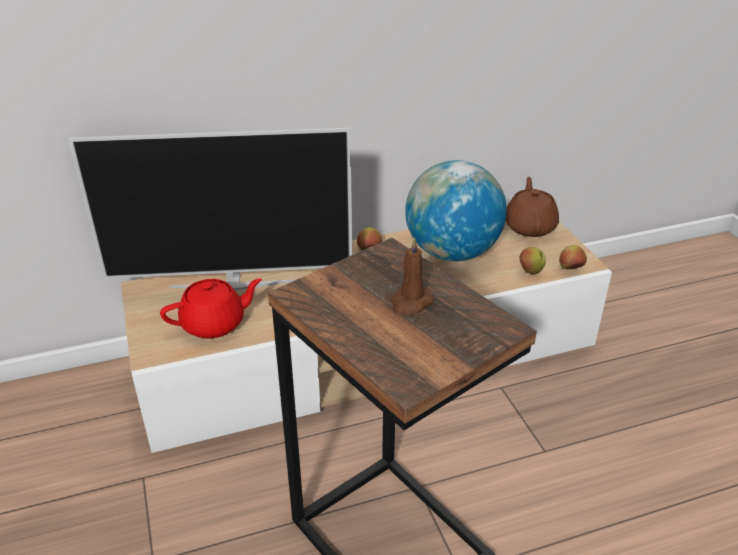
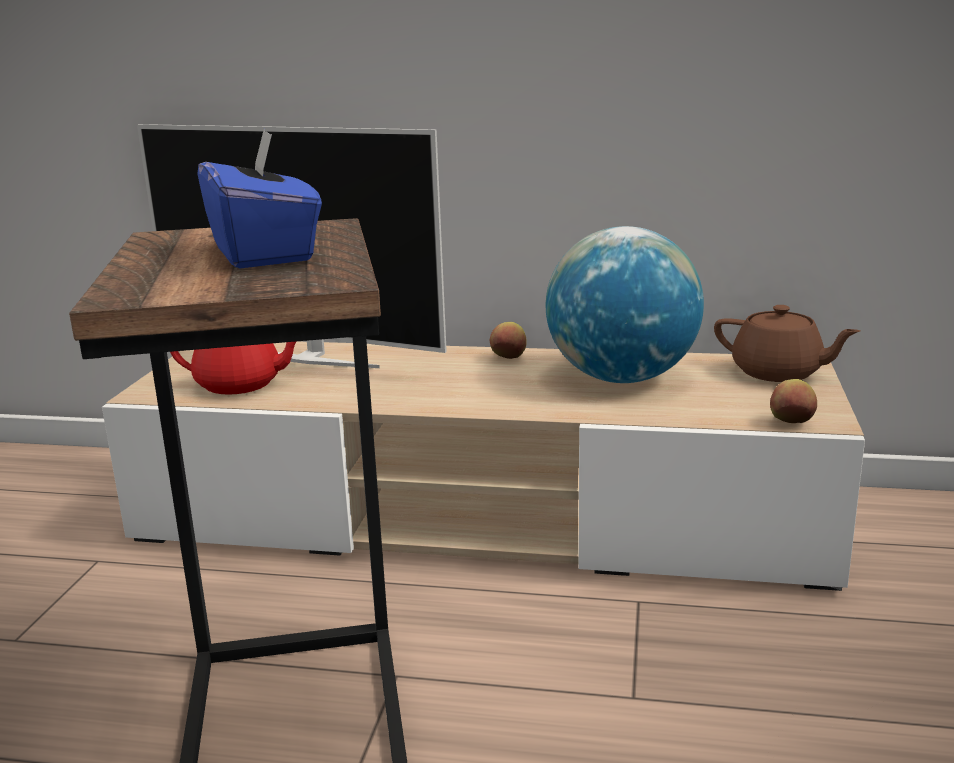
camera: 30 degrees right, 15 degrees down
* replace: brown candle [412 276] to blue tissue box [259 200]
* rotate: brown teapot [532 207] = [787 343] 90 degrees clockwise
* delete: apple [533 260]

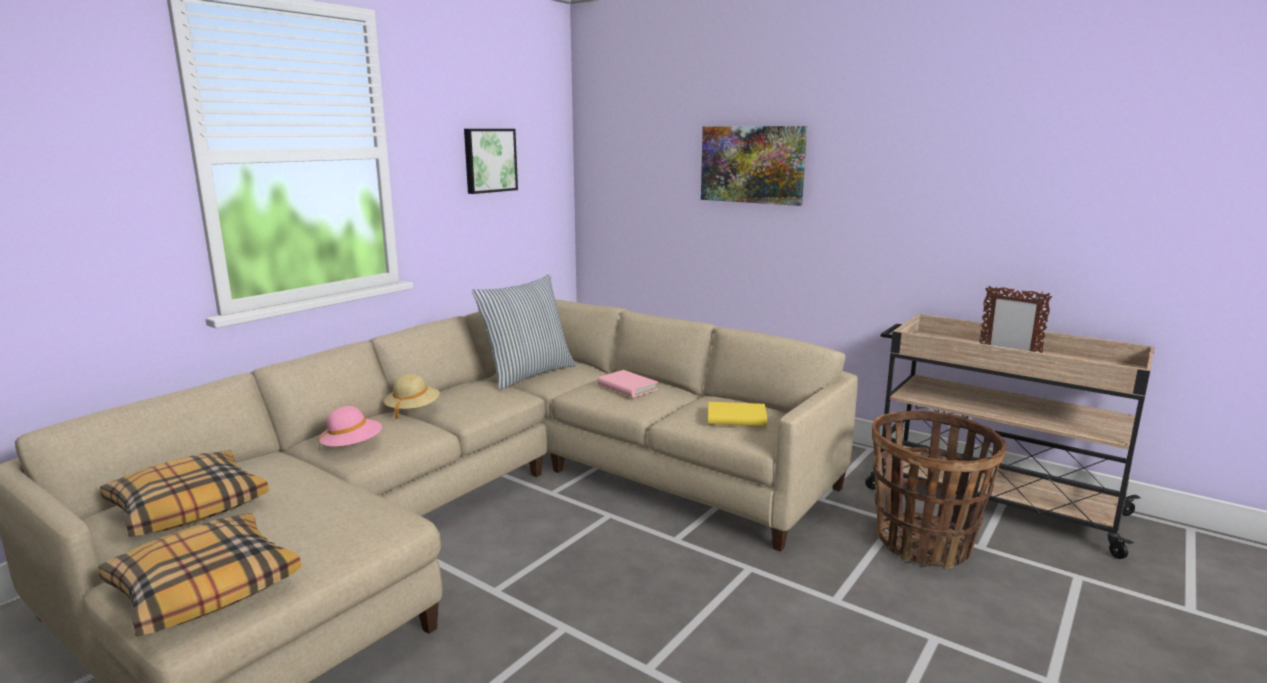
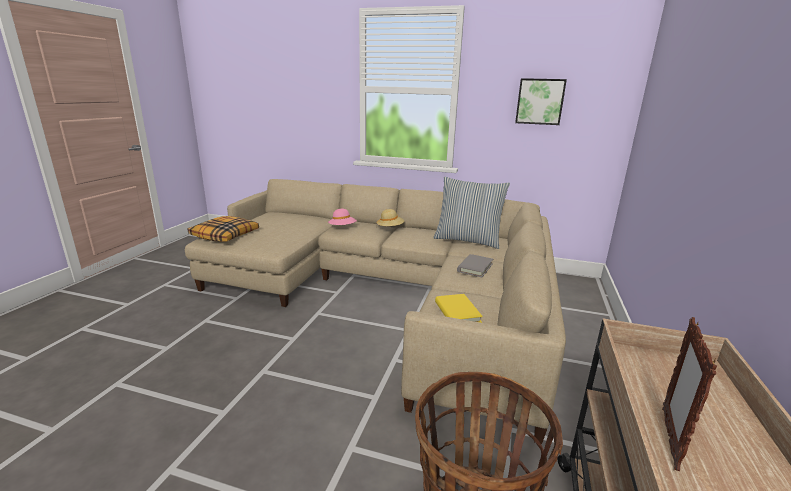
camera: 70 degrees right, 5 degrees up
* recolor: pink book [627 383] to grey book [475 265]
* delete: pillow [184 493]
* delete: picture [754 166]

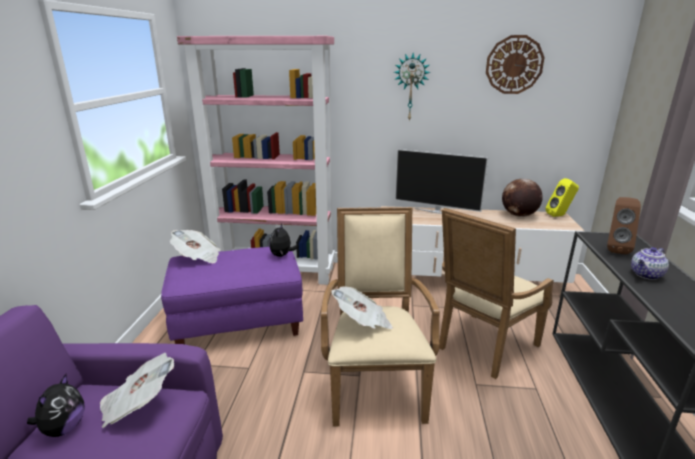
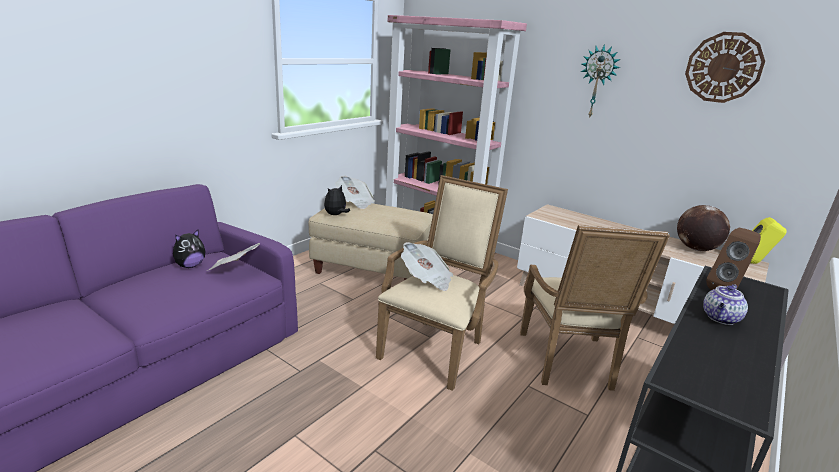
camera: 30 degrees right, 0 degrees up
* recolor: purple ottoman [232 295] to beige ottoman [370 240]
* move: plush toy [283 240] to [337 200]
* rotate: beige armchair [496 293] = [595 308] 75 degrees counterclockwise
* rotate: teapot [650 263] = [725 304] 45 degrees counterclockwise
* delete: television [441 181]

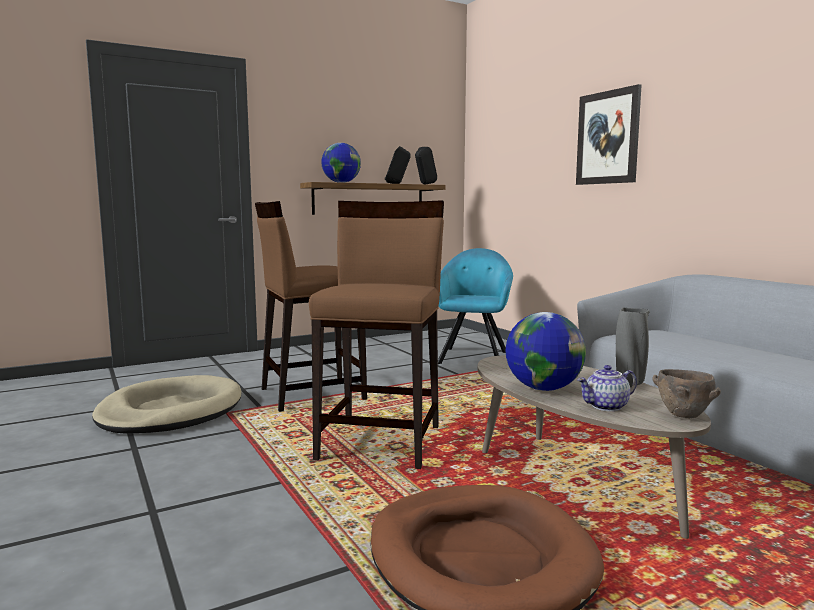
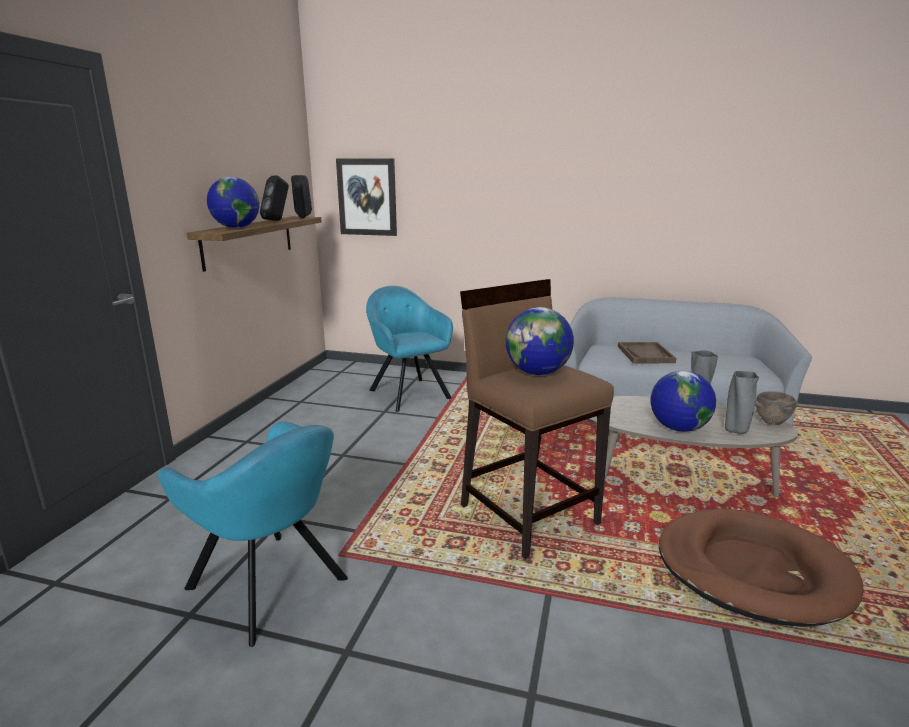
camera: 45 degrees left, 10 degrees up
* replace: beige dog bed [167 404] to turquoise armchair [253 534]
* move: picture [609 134] to [366 197]
* insert: globe [539 341]
* insert: brown tray [647 352]
* replace: teapot [607 388] to grey vase [742 402]
* delete: brown stool [311 306]

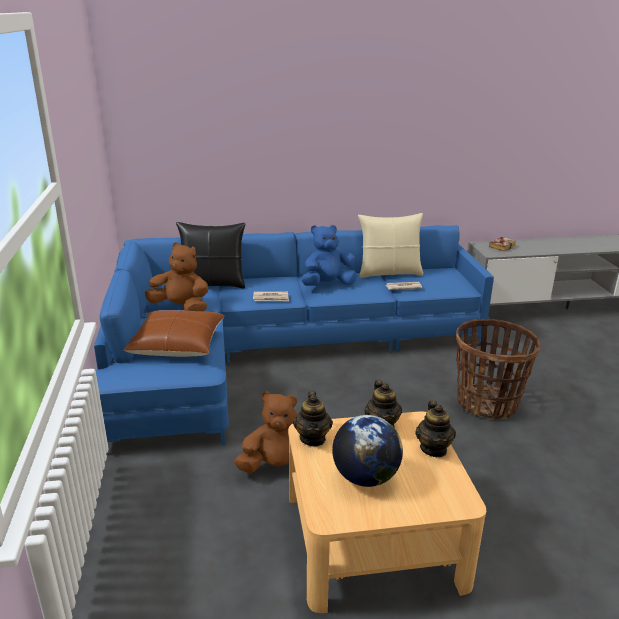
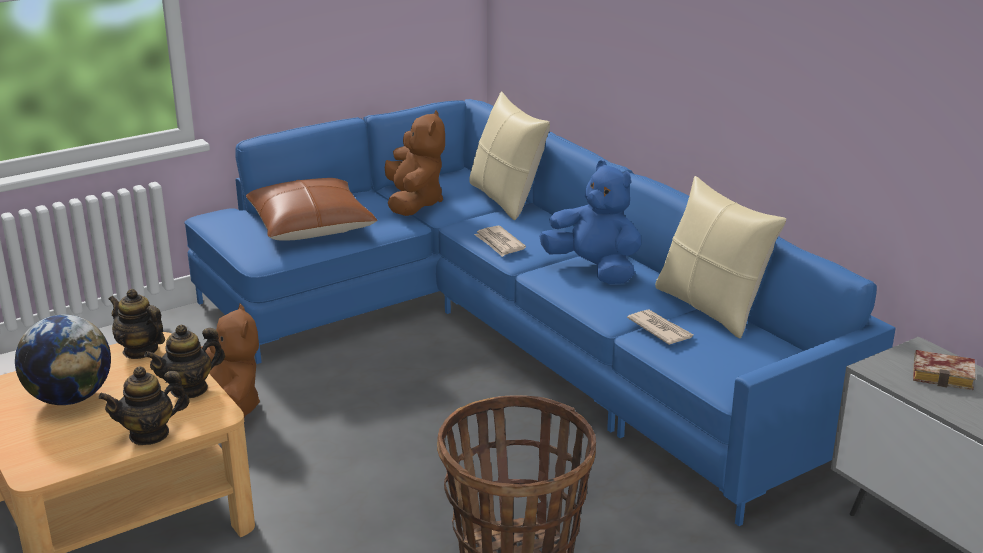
camera: 65 degrees right, 0 degrees up
* rotate: teapot [313 419] = [136 324] 60 degrees clockwise
* recolor: black pillow [210 255] to beige pillow [509 155]

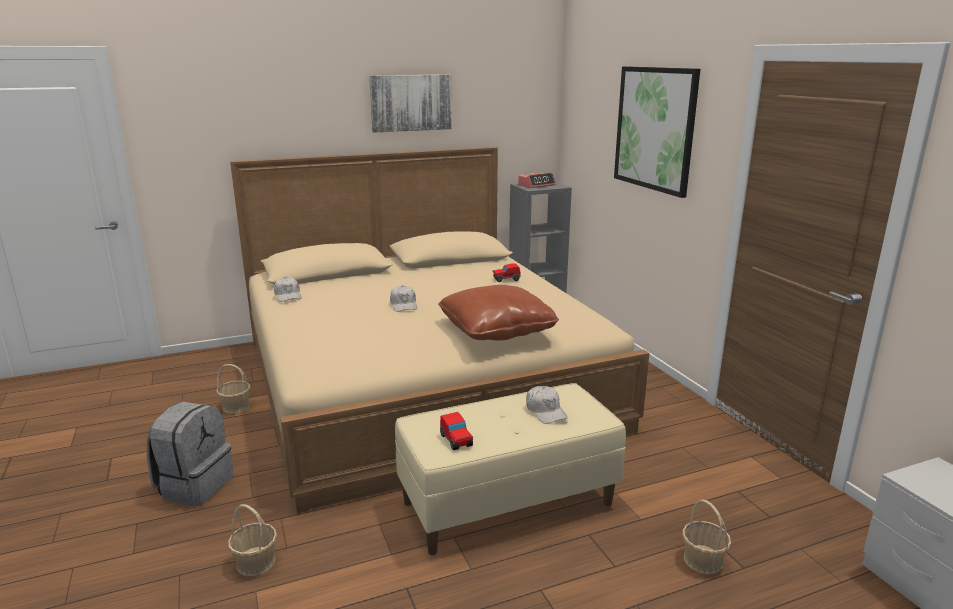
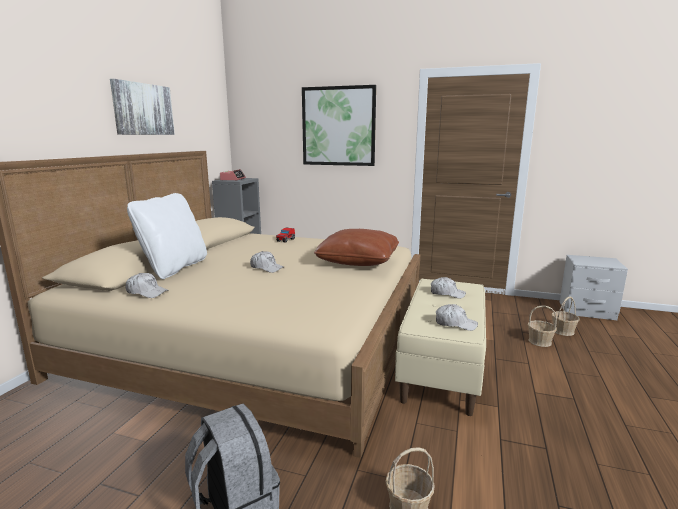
camera: 50 degrees left, 5 degrees down
* insert: white pillow [167 236]
* replace: toy car [456 431] to white cap [457 317]
* move: basket [233 389] to [565 316]

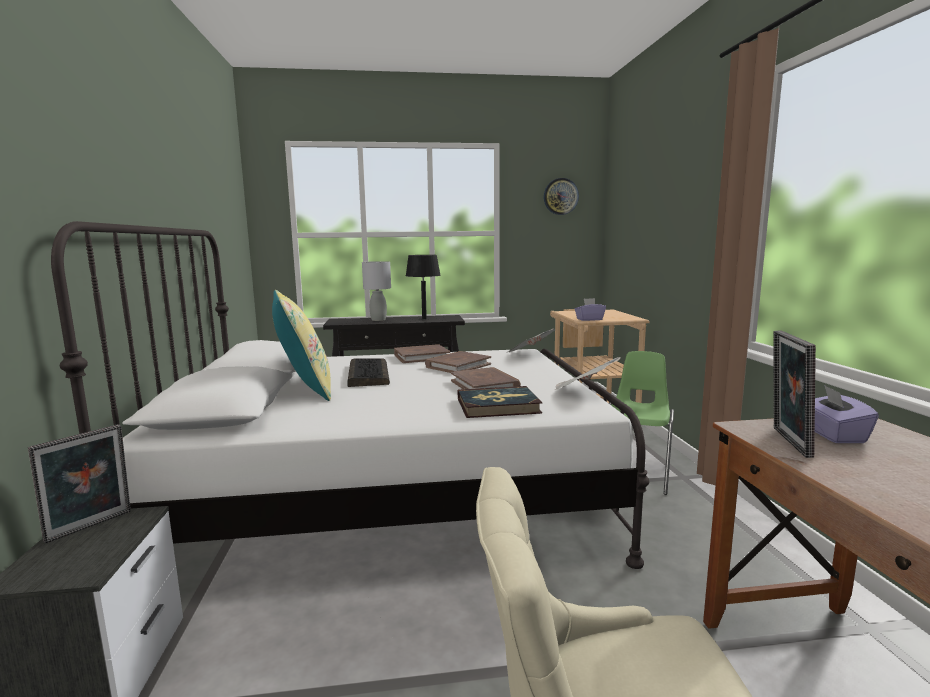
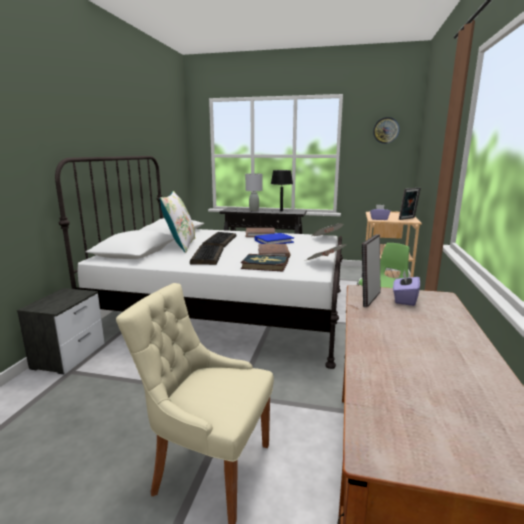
camera: 20 degrees right, 5 degrees up
* recolor: yellow pillow [301 345] to white pillow [177 222]
* insert: keyboard [207 254]
* recolor: brown book [458 362] to blue book [274 238]
* move: picture frame [79 484] to [410 204]

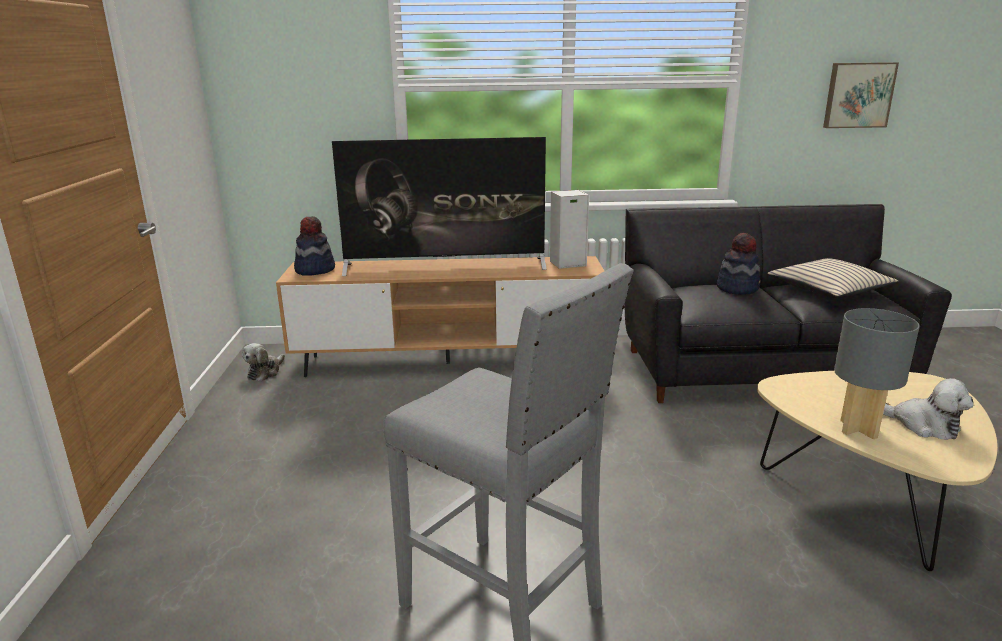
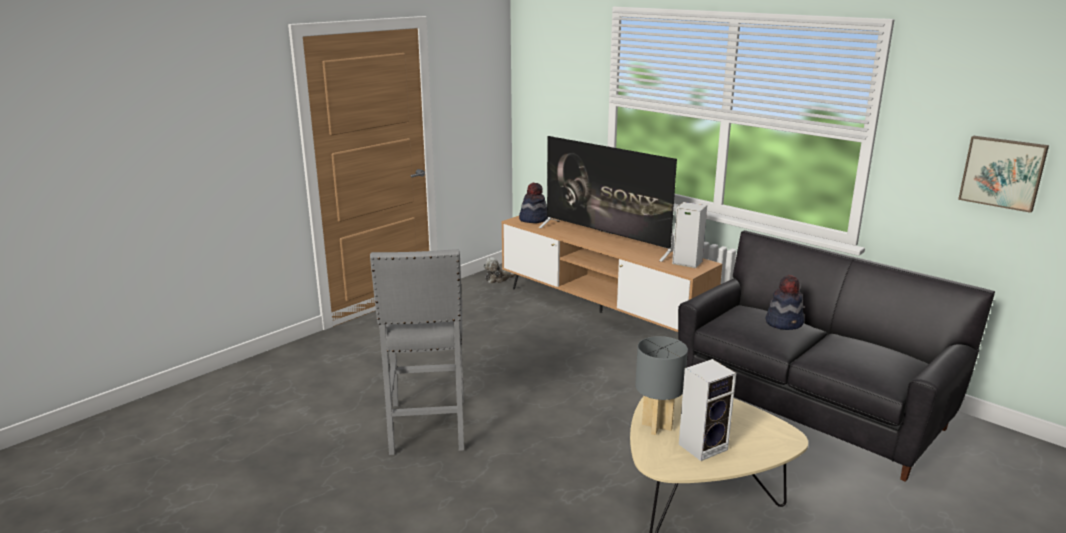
camera: 45 degrees right, 0 degrees up
* replace: plush toy [928 409] to speaker [707 410]
* delete: beige pillow [833 278]

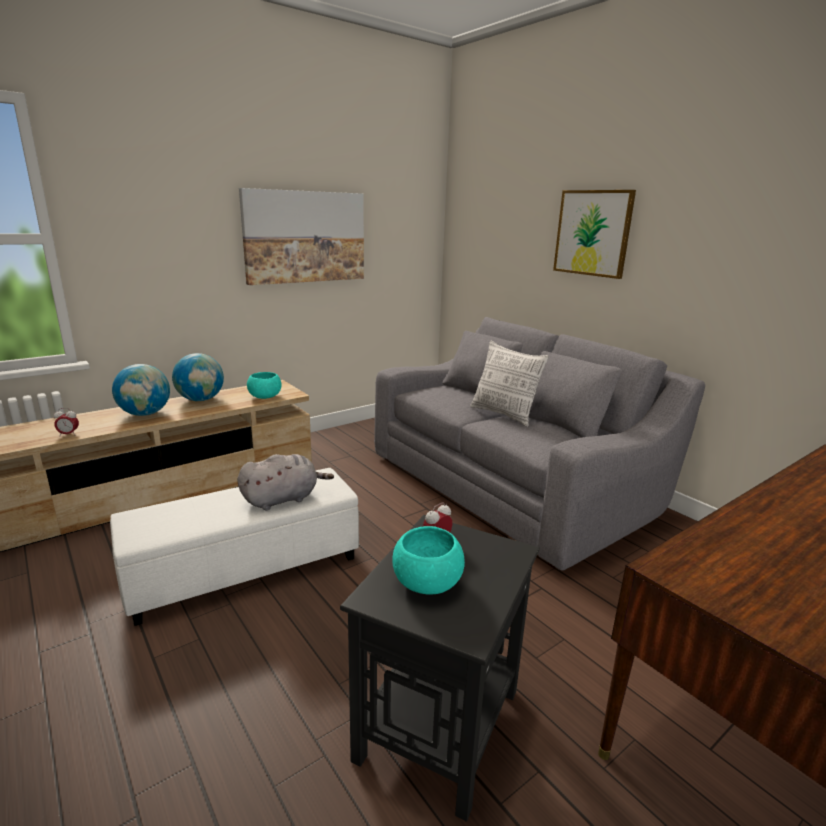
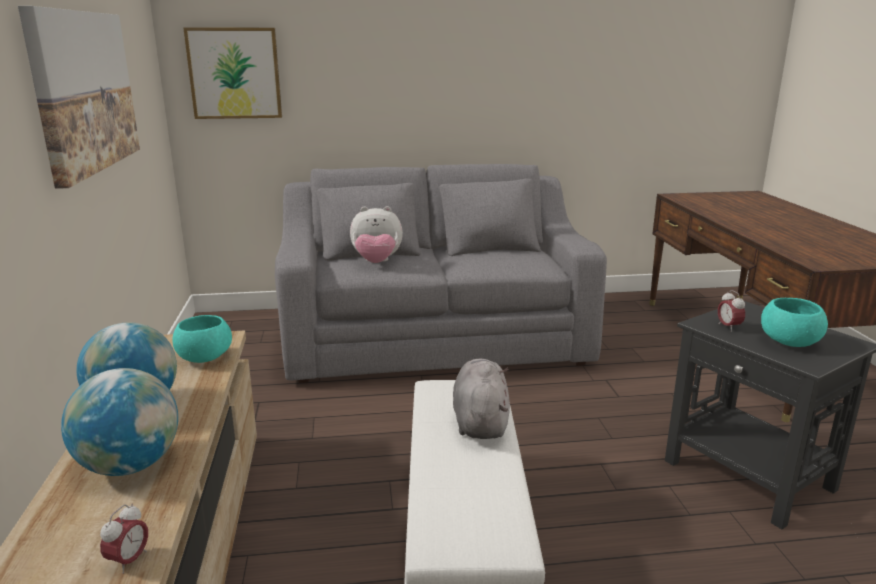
camera: 60 degrees left, 0 degrees up
* move: picture [594 234] to [232 73]
* insert: plush toy [376 234]
* delete: pillow [509 384]

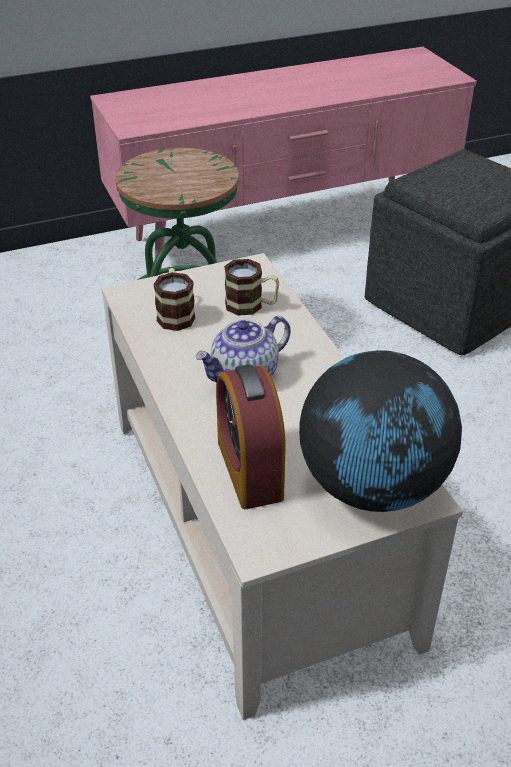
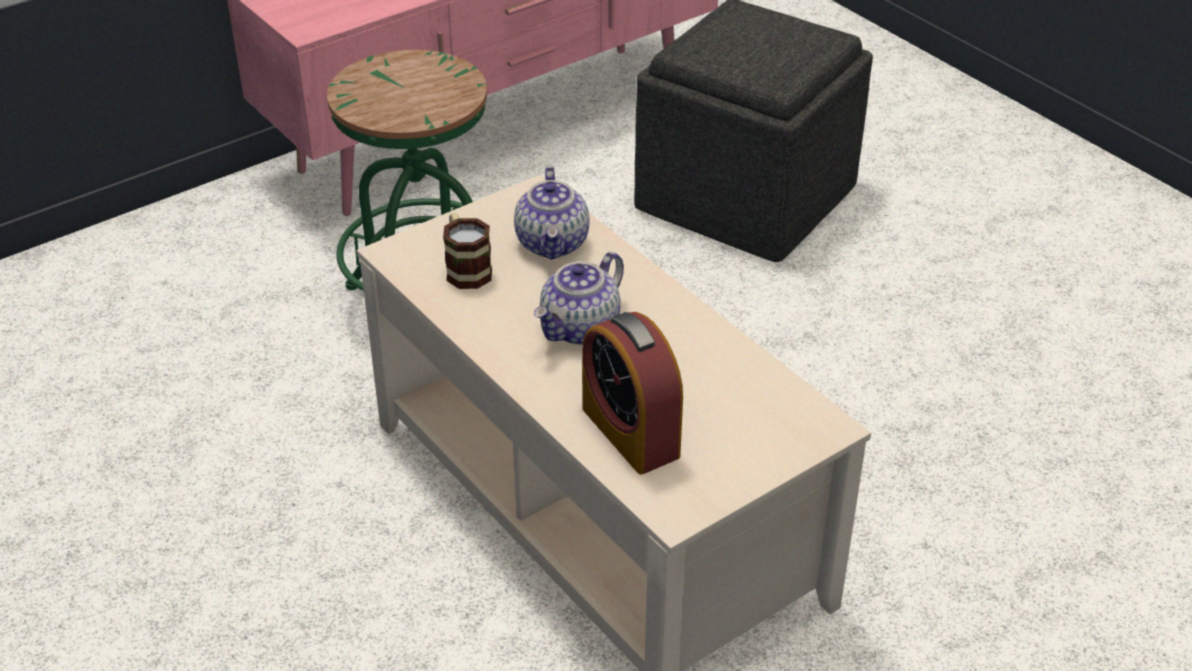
camera: 15 degrees left, 0 degrees up
* replace: mug [251 287] to teapot [552 213]
* delete: globe [380 431]

